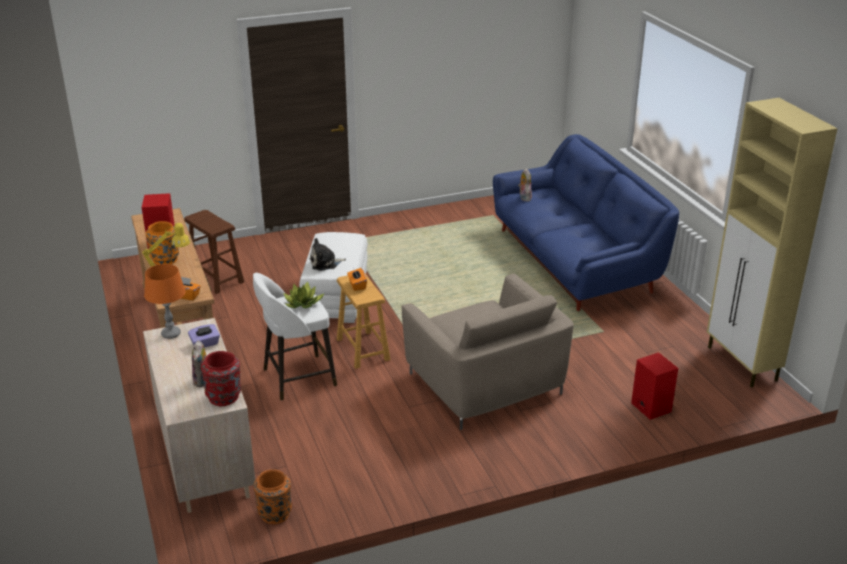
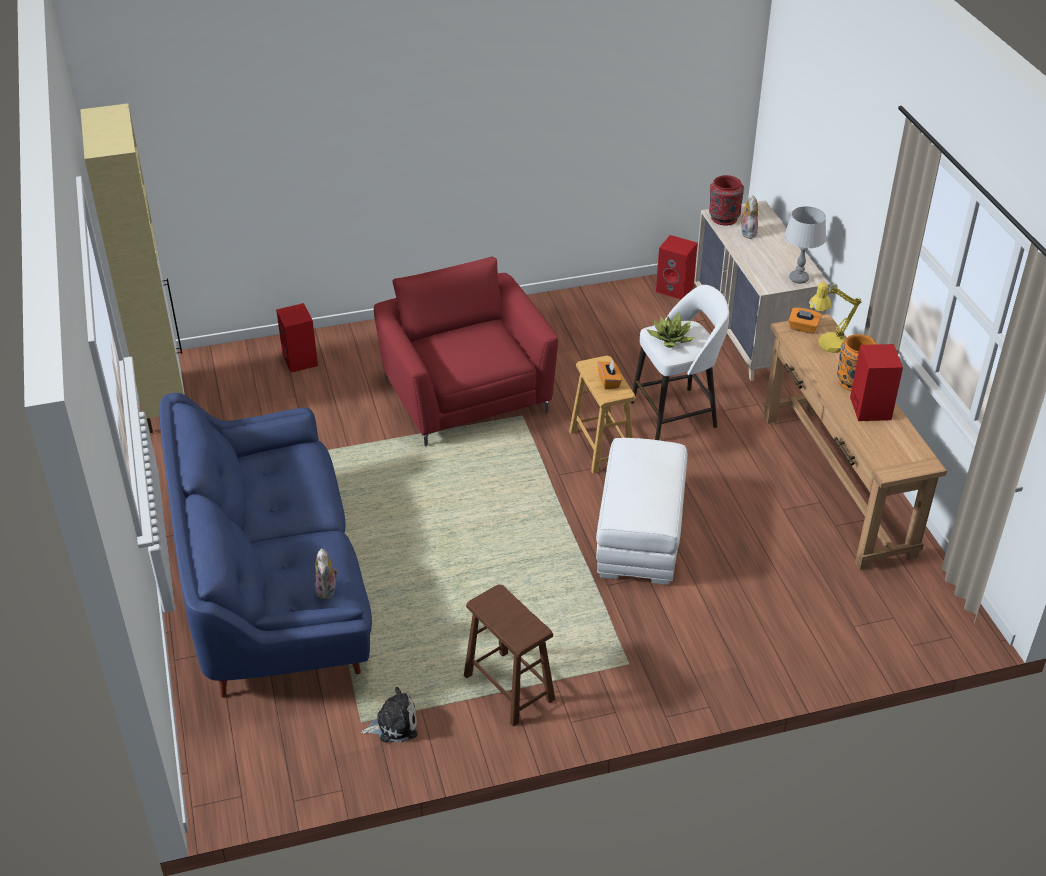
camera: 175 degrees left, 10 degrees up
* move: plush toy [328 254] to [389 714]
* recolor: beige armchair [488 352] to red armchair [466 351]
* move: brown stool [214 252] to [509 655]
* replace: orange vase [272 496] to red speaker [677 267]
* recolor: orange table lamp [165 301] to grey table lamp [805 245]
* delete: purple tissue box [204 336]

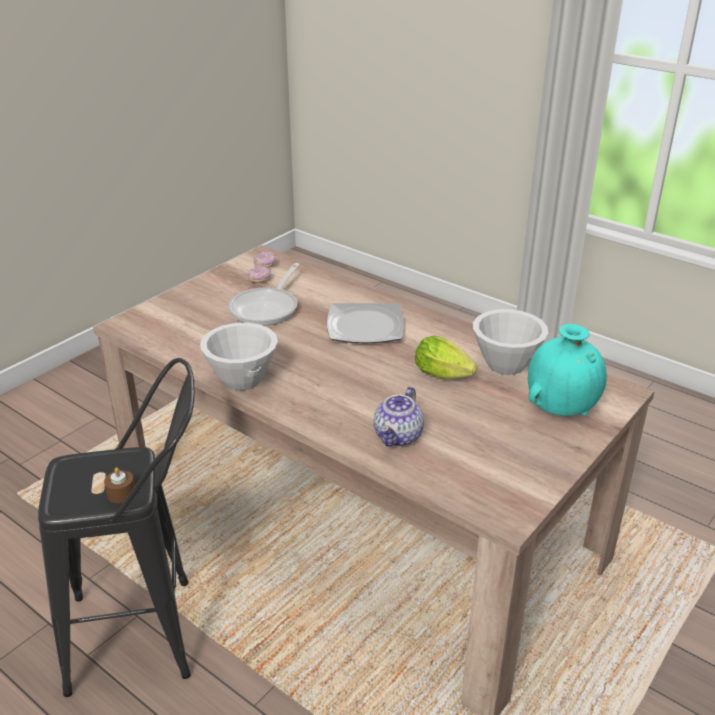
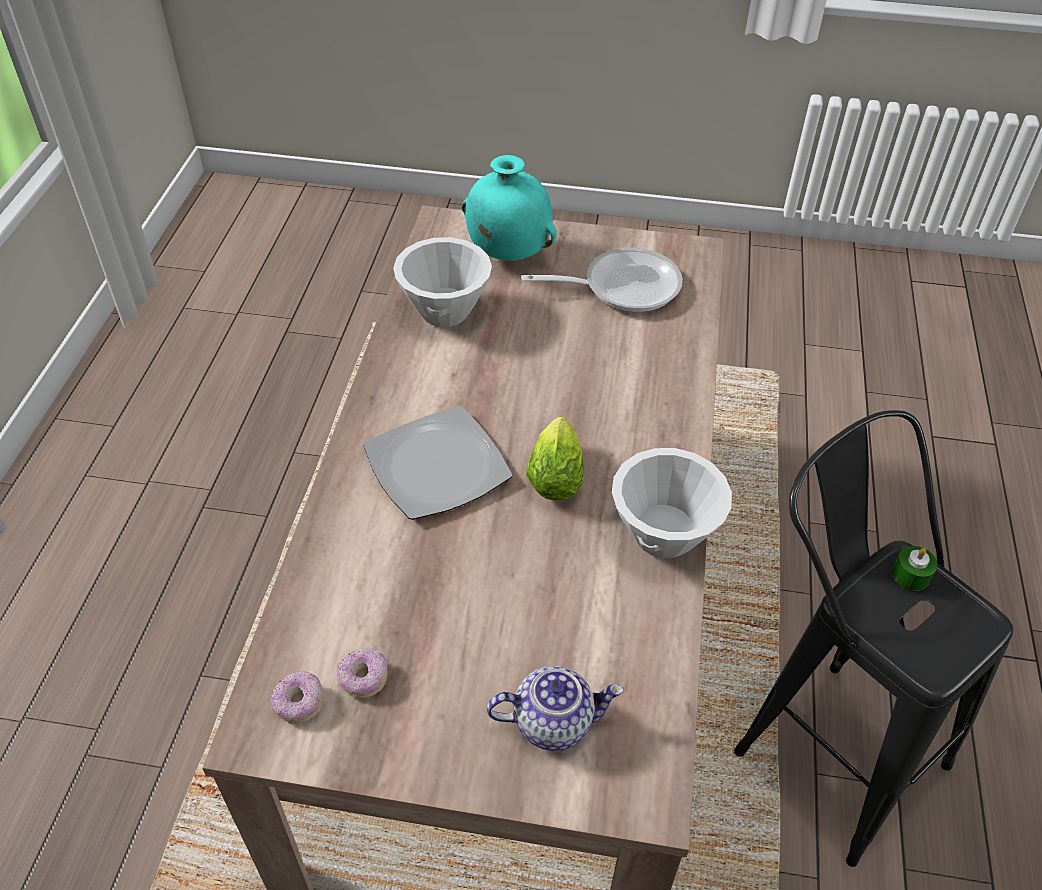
camera: 120 degrees left, 15 degrees up
* move: teapot [399 416] to [555 708]
* move: frying pan [264 294] to [602 279]
* move: lettuce [446 357] to [555 458]
* recolor: brown candle [119 485] to green candle [914 568]

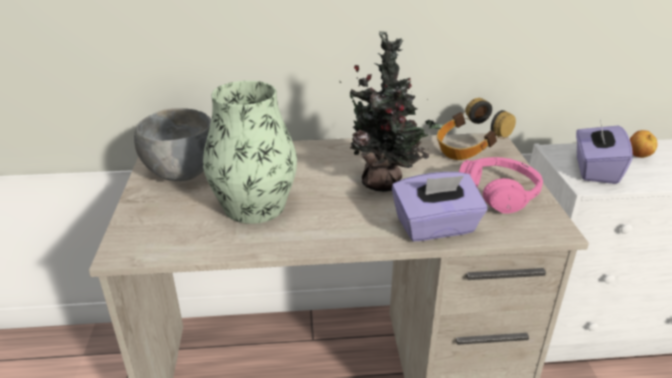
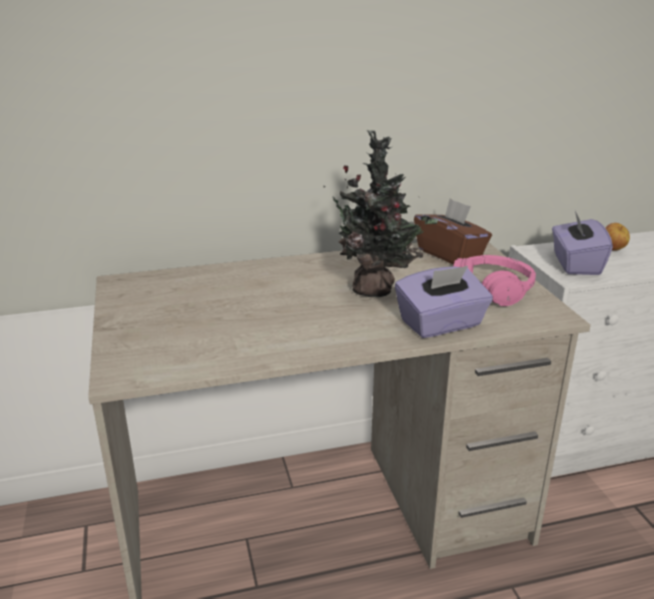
camera: 10 degrees left, 5 degrees down
* replace: headphones [476 129] to brown tissue box [453 231]
* delete: grey bowl [172 144]
* delete: vase [250 152]

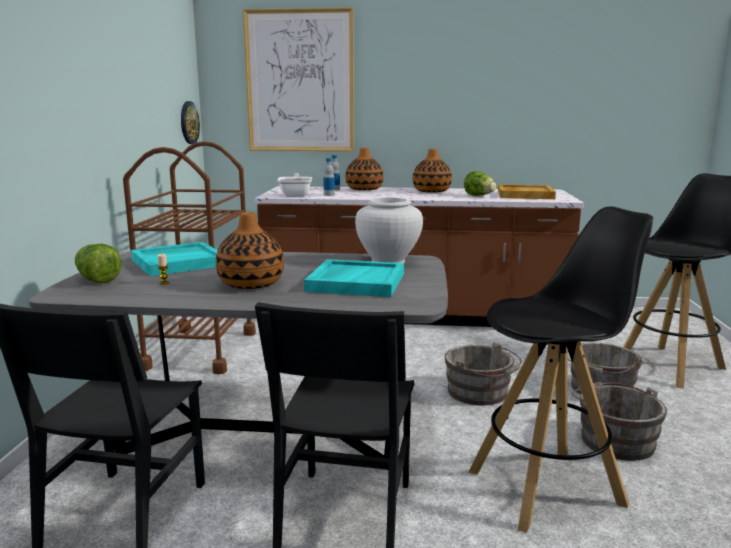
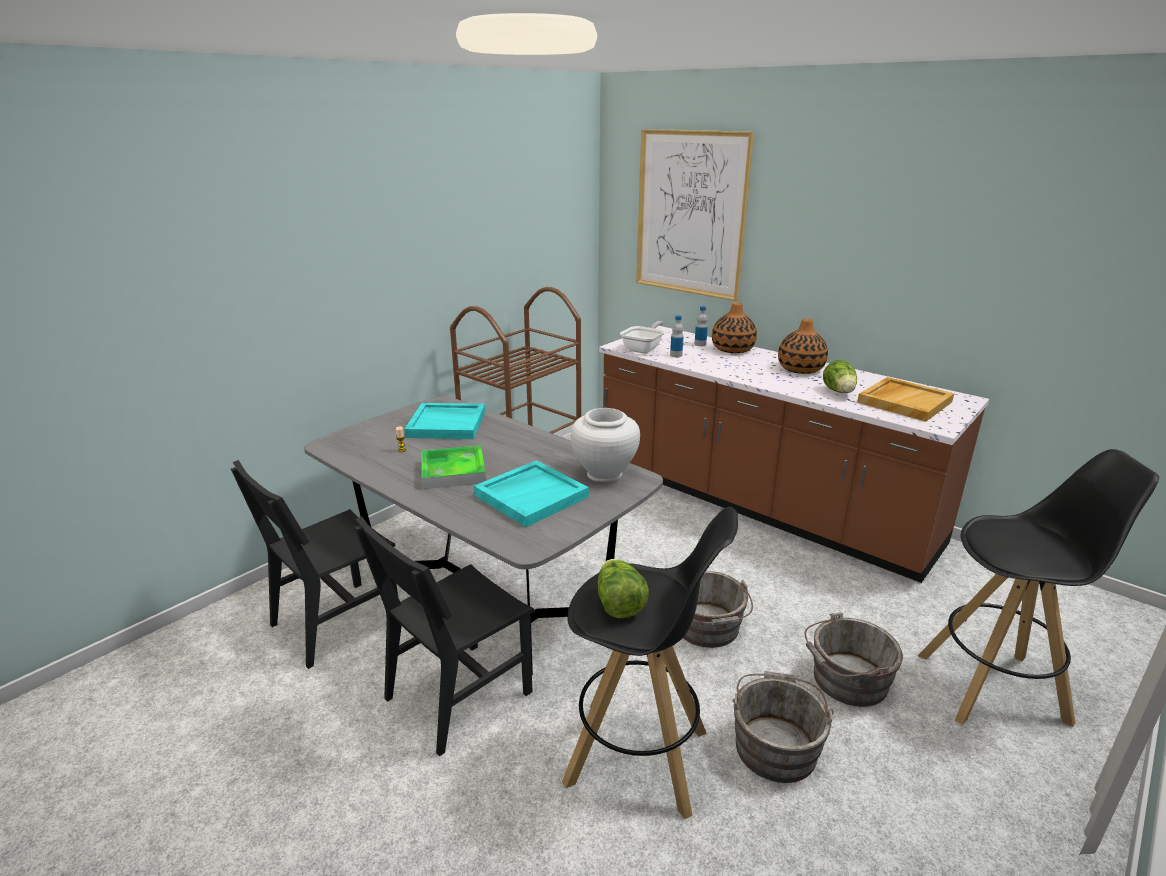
camera: 35 degrees right, 10 degrees up
* replace: vase [250 250] to tray [454 467]
* move: lettuce [98 264] to [623 588]
* delete: wall clock [190 122]

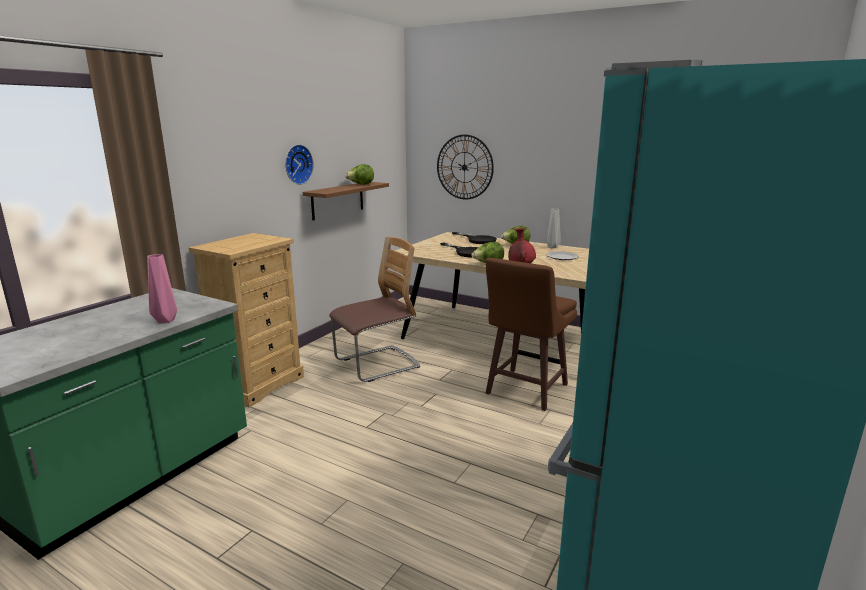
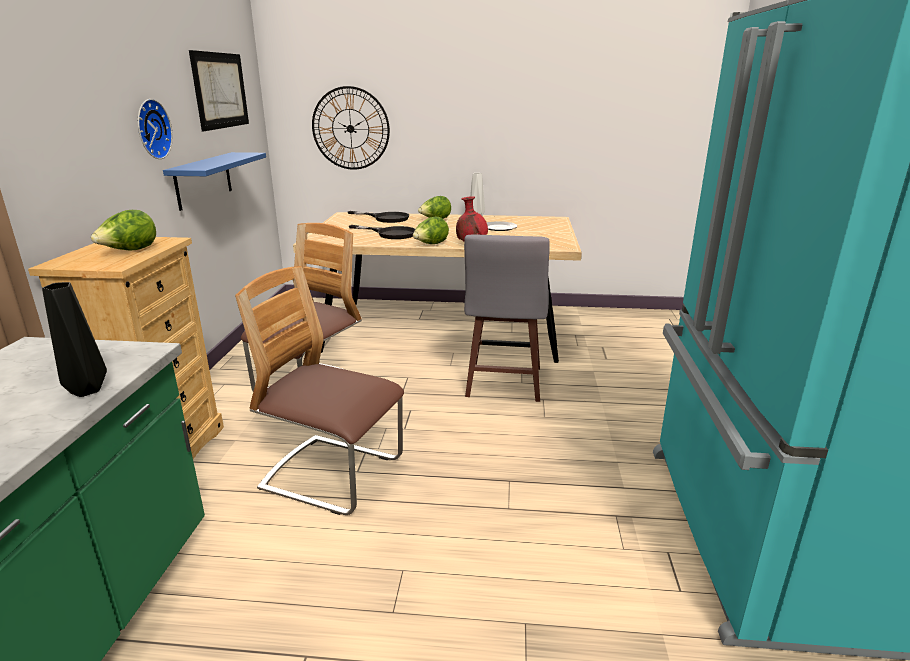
camera: 25 degrees left, 5 degrees up
* recolor: pink vase [162 289] to black vase [74 339]
* move: lettuce [359 174] to [123 230]
* recolor: brown shelf [346 201] to blue shelf [214 181]
* insert: picture [219 90]
* insert: chair [319 390]
* recolor: brown stool [531 334] to grey stool [507 318]

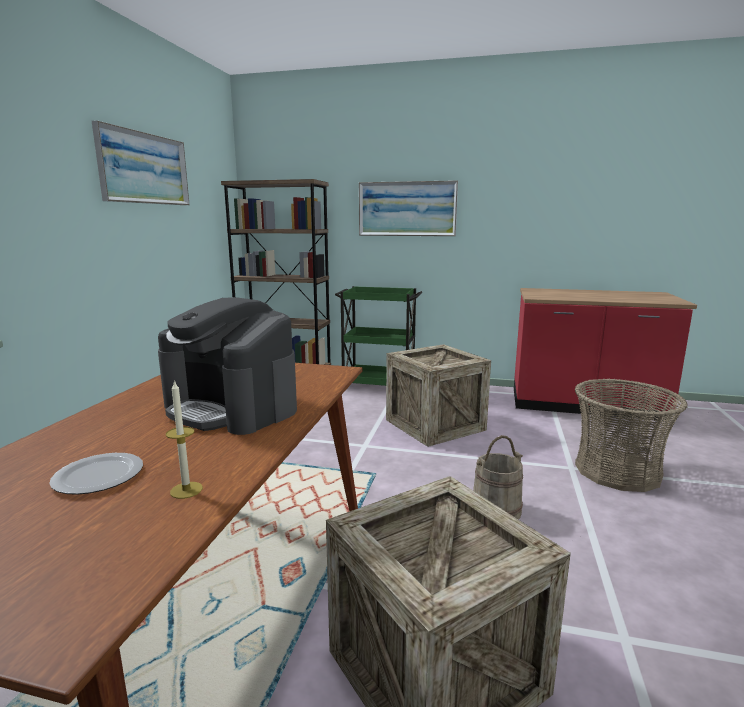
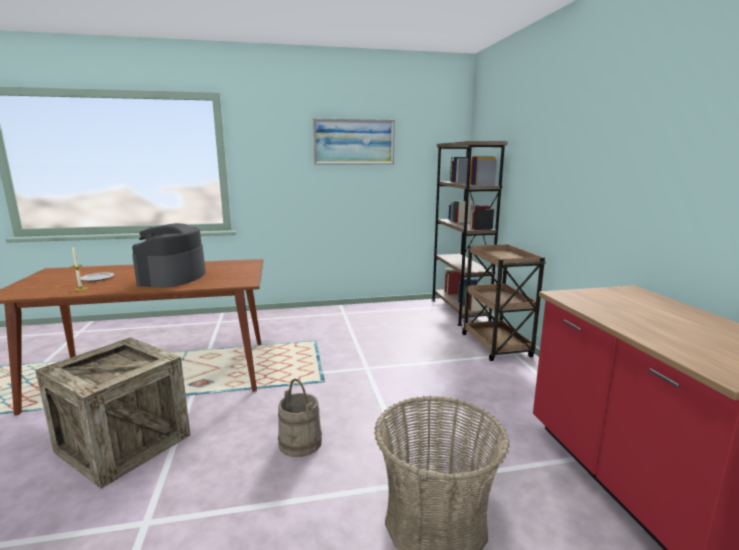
camera: 65 degrees right, 0 degrees up
* recolor: green cart [378 336] to brown cart [504 302]
* delete: picture [408 208]
* delete: crate [438 395]

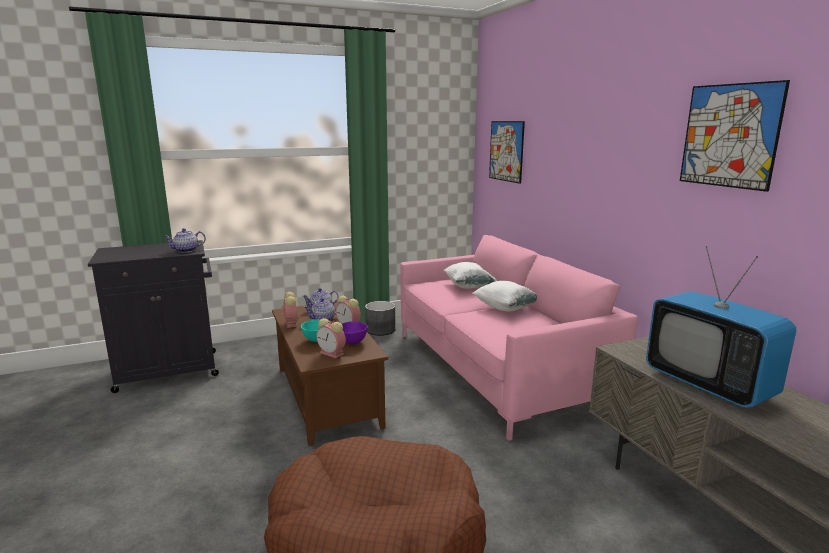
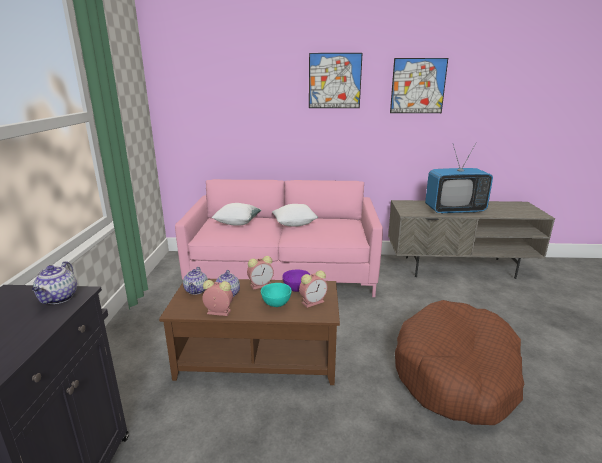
camera: 65 degrees left, 5 degrees up
* move: picture [507 152] to [335 80]
* delete: grey planter [380 318]

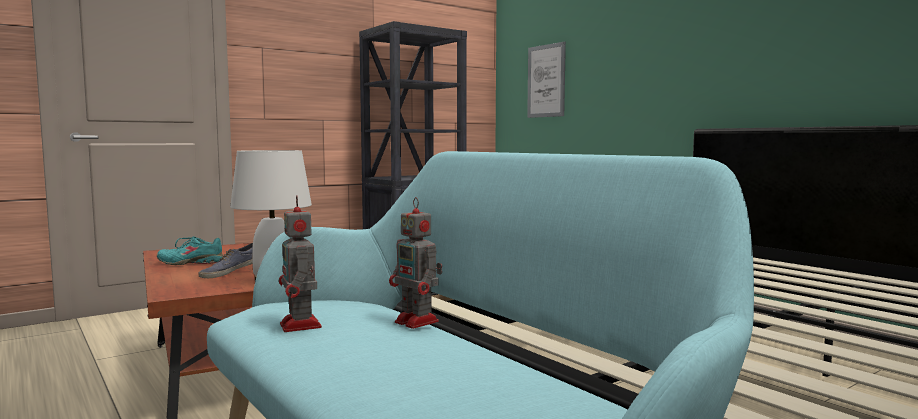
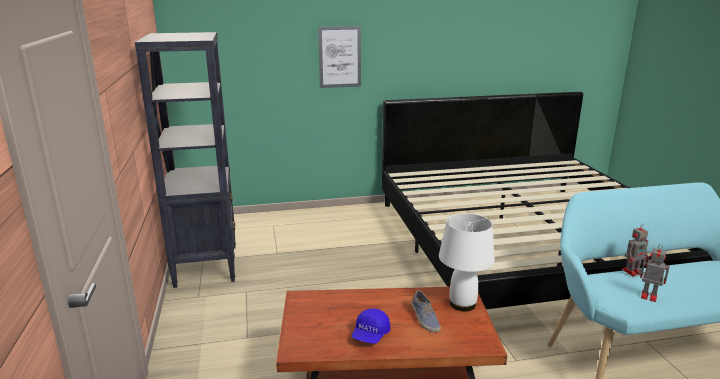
camera: 65 degrees left, 15 degrees up
* move: picture [546 80] to [339 57]
* replace: turquoise shoe [190 250] to blue cap [371 326]
* rotate: toy robot [300 263] = [654 273] 150 degrees counterclockwise

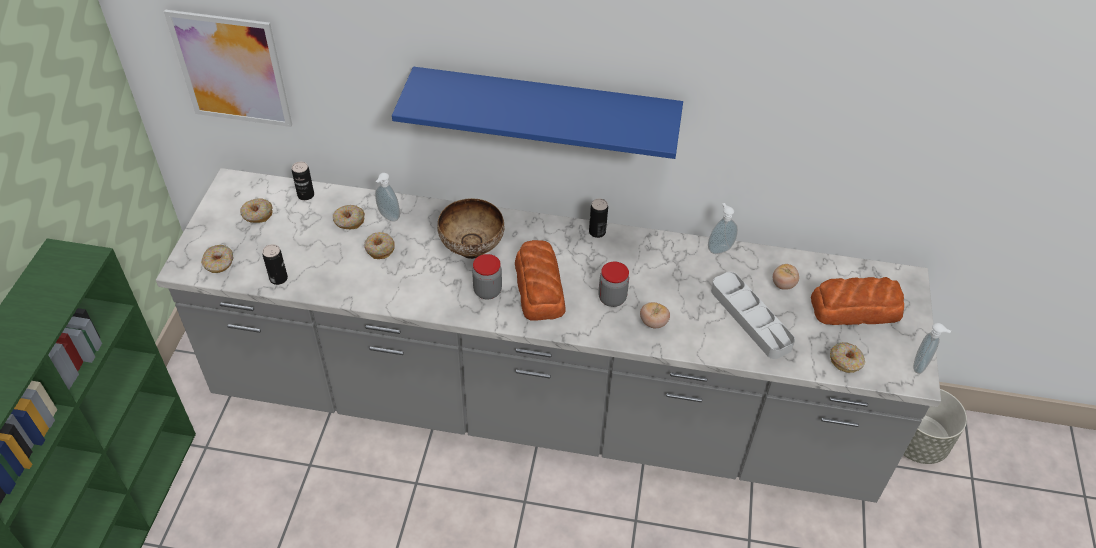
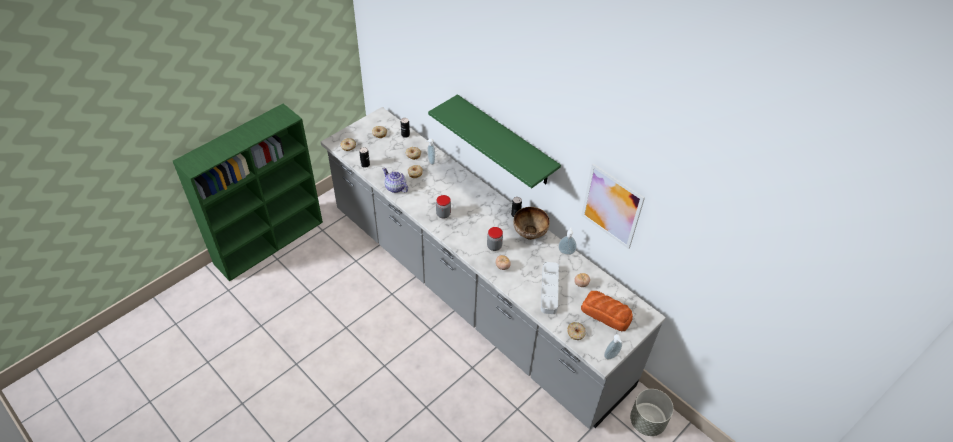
camera: 35 degrees right, 0 degrees up
* insert: teapot [395 180]
* recolor: blue shelf [537 113] to green shelf [494 141]
* move: bowl [470 228] to [531 223]
* move: picture [228 68] to [613 206]
* delete: bread [540 280]

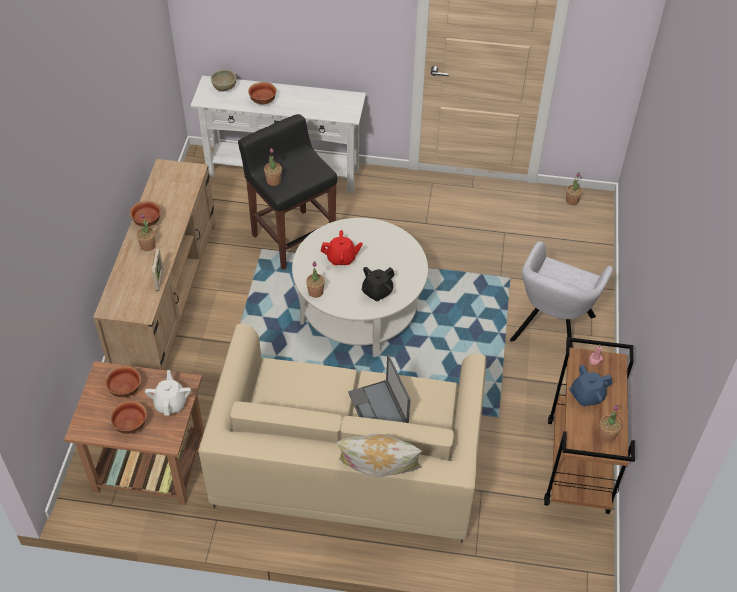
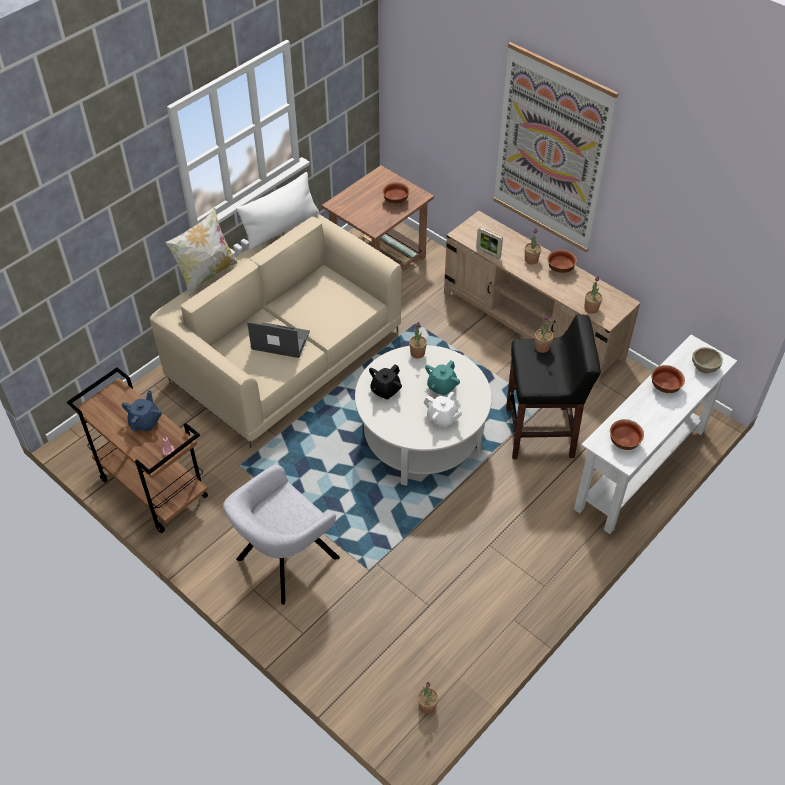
camera: 125 degrees right, 0 degrees up
* rotate: grey armchair [561 294] = [281 535] 105 degrees counterclockwise
* insert: white pillow [277 211]
* rotate: black teapot [378 284] = [385 381] 135 degrees counterclockwise
* move: white teapot [168 393] to [443 410]
* recolor: red teapot [342 247] to turquoise teapot [442 378]
* insert: picture [556 147]
* move: potted plant [610 423] to [593 295]
* move: bowl [128 417] to [627 434]

